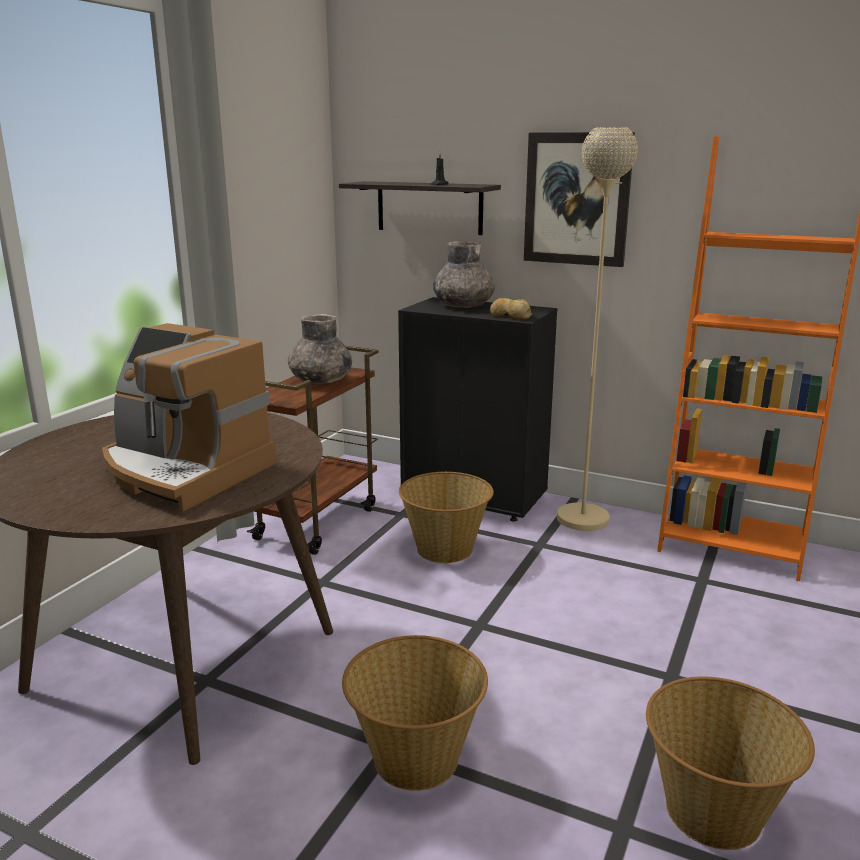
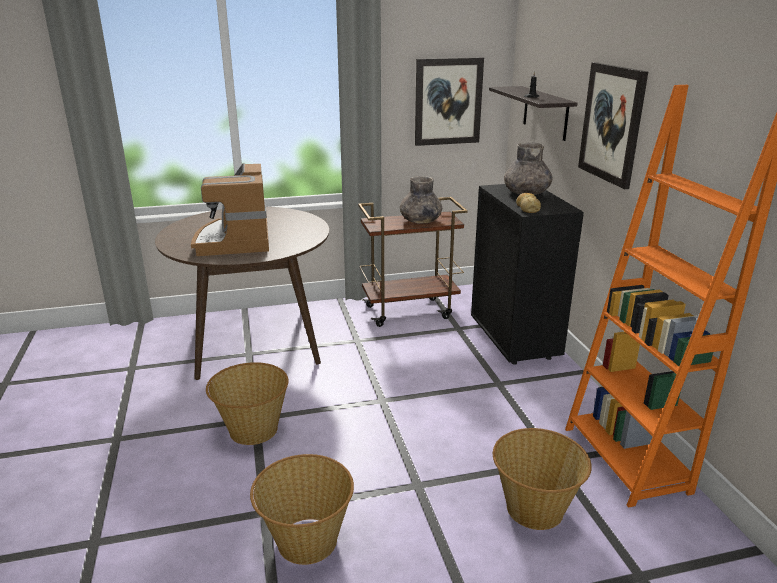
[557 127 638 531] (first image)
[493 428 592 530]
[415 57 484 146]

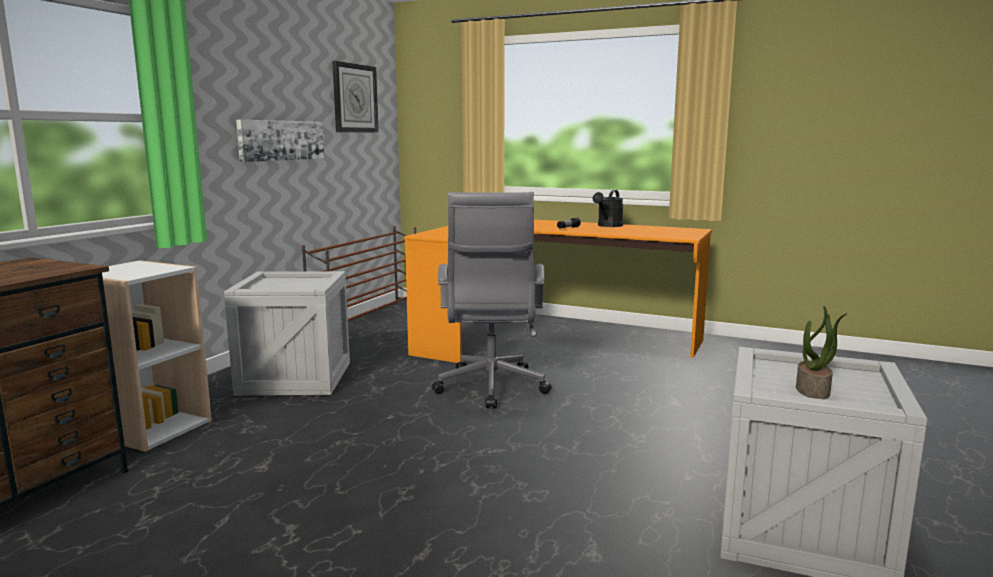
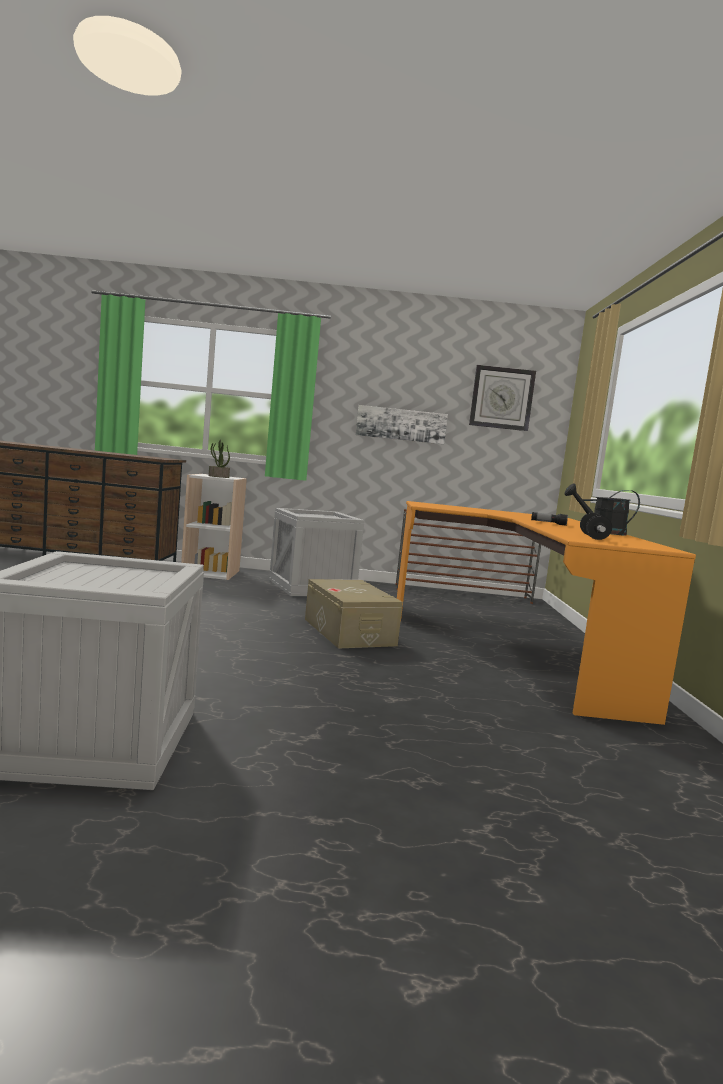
[305 579 403 649]
[208 439 230 478]
[580 513 612 540]

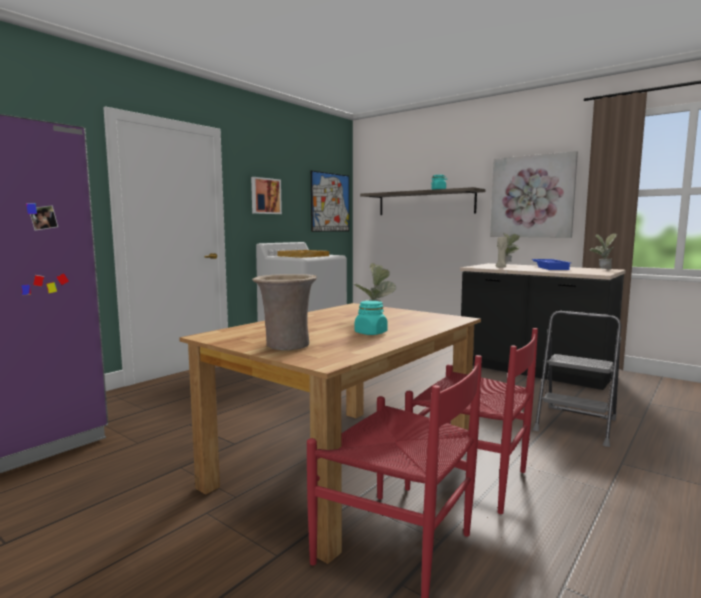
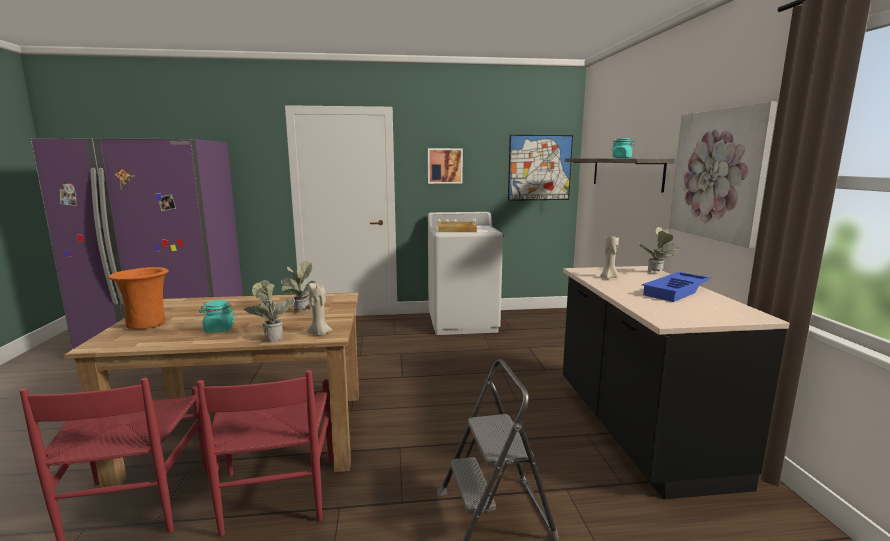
[244 280 295 342]
[108 267 169 329]
[306 283 333 336]

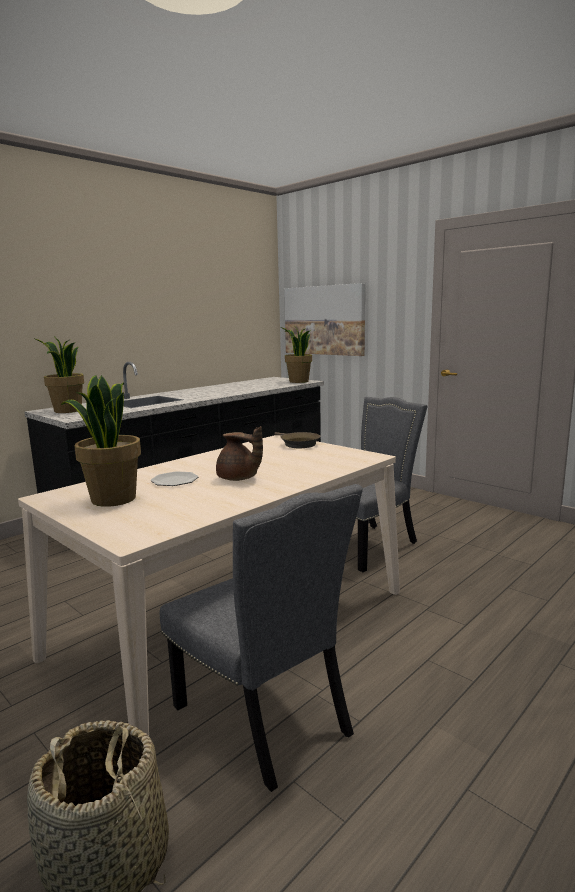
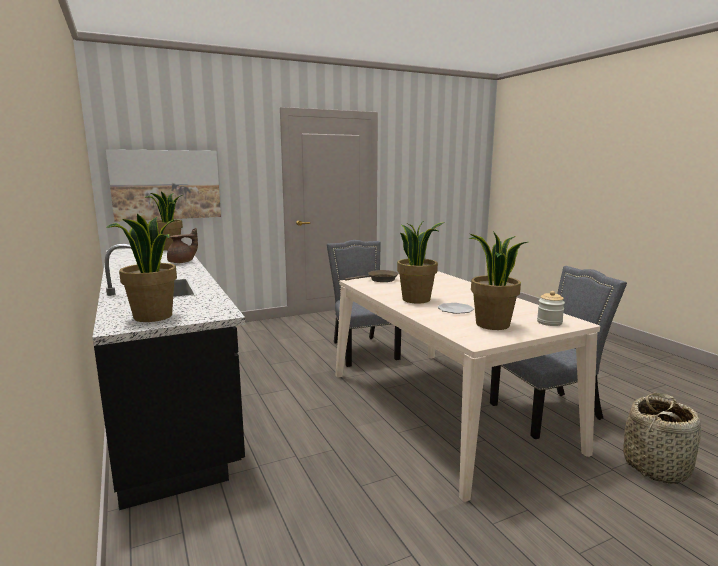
[167 228 198 263]
[397 220 445 303]
[537 291 565 326]

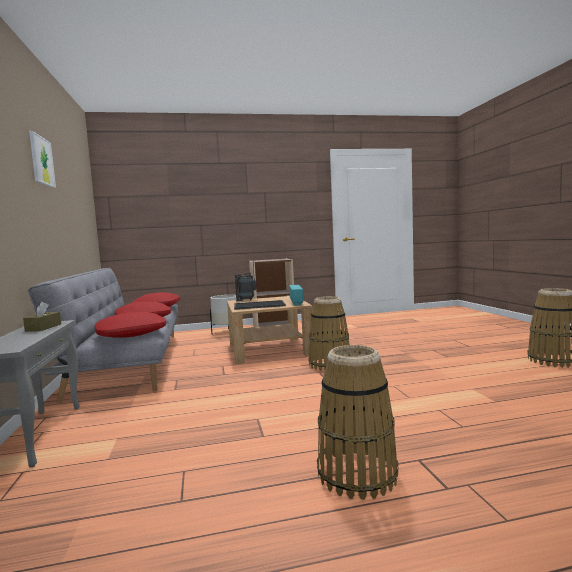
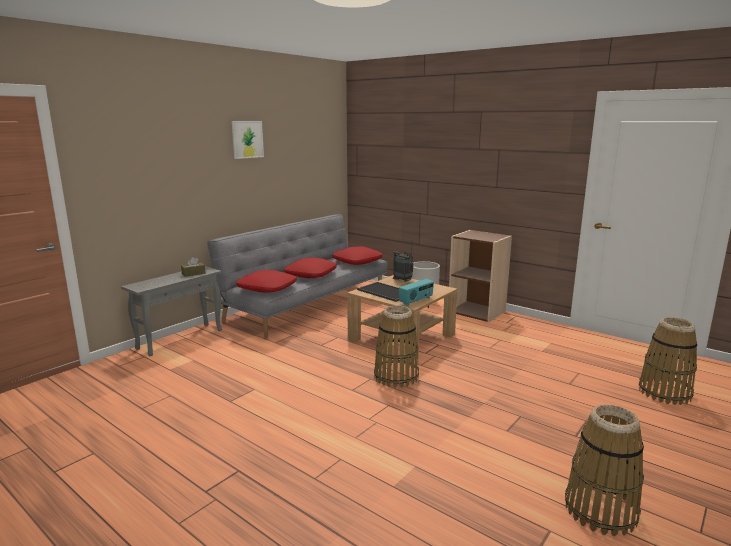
[638 317 697 405]

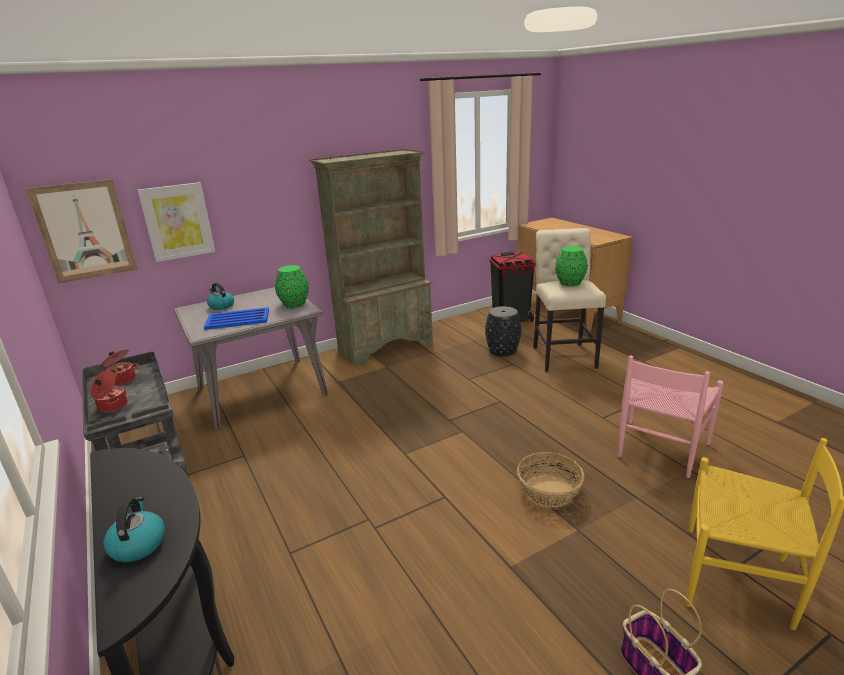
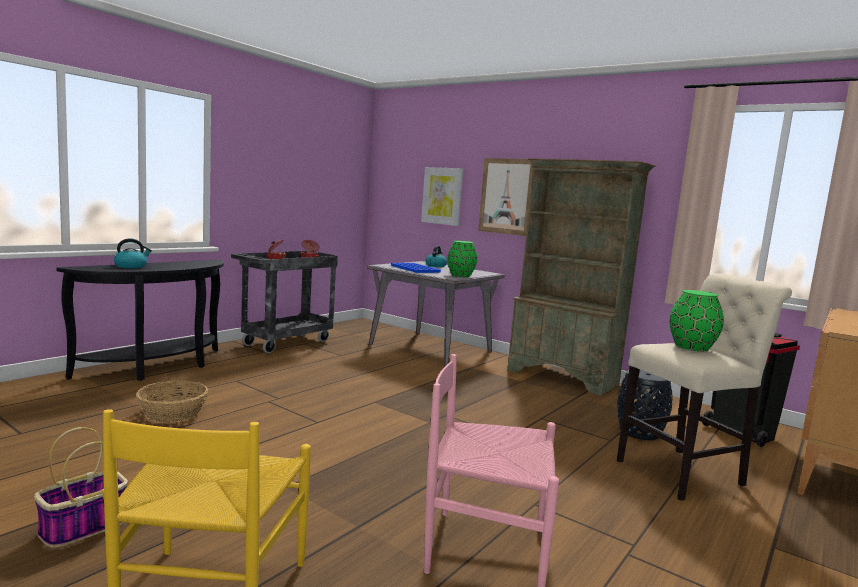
[478 158 533 236]
[136 380 208 423]

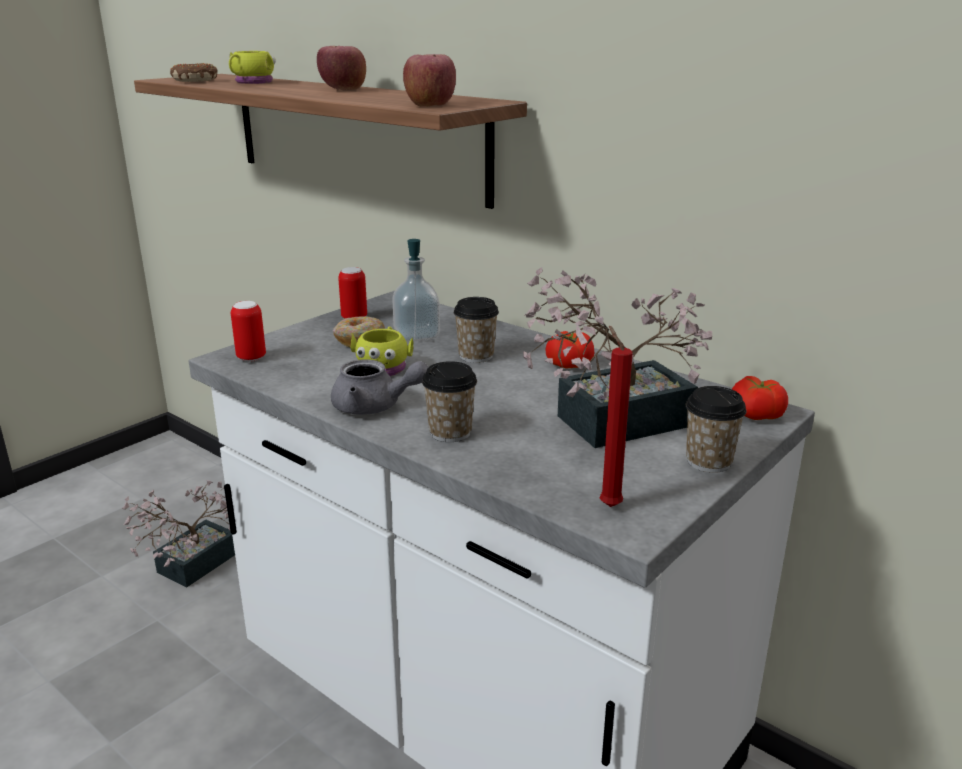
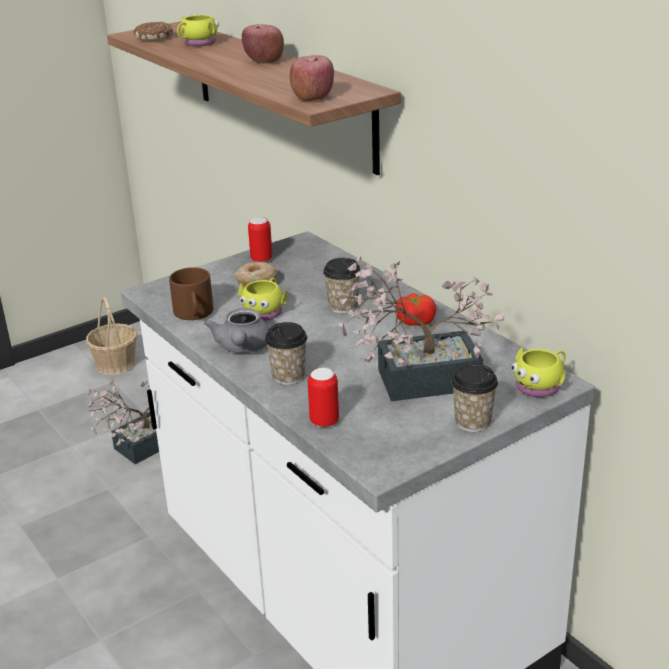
[392 239 440 342] (first image)
[308 368 339 427]
[600 326 633 507] (first image)
[204 308 269 353]
[511 347 566 397]
[169 267 213 320]
[86 296 137 375]

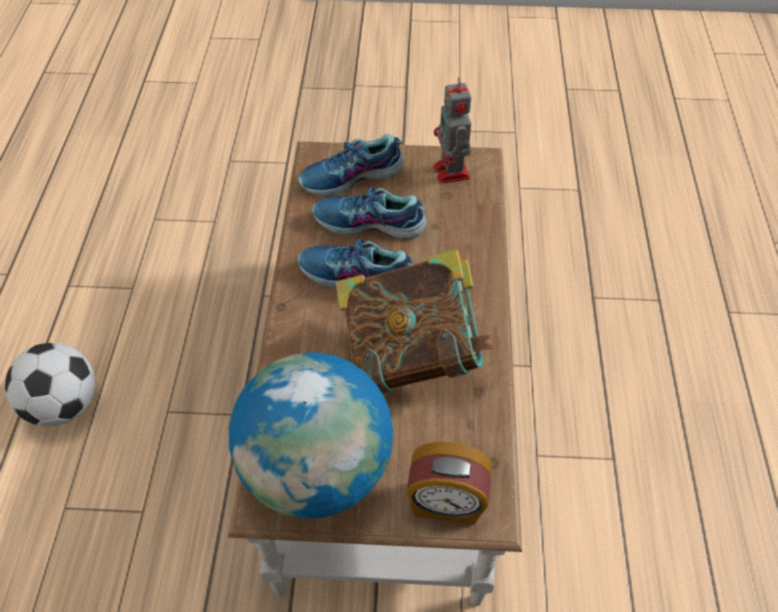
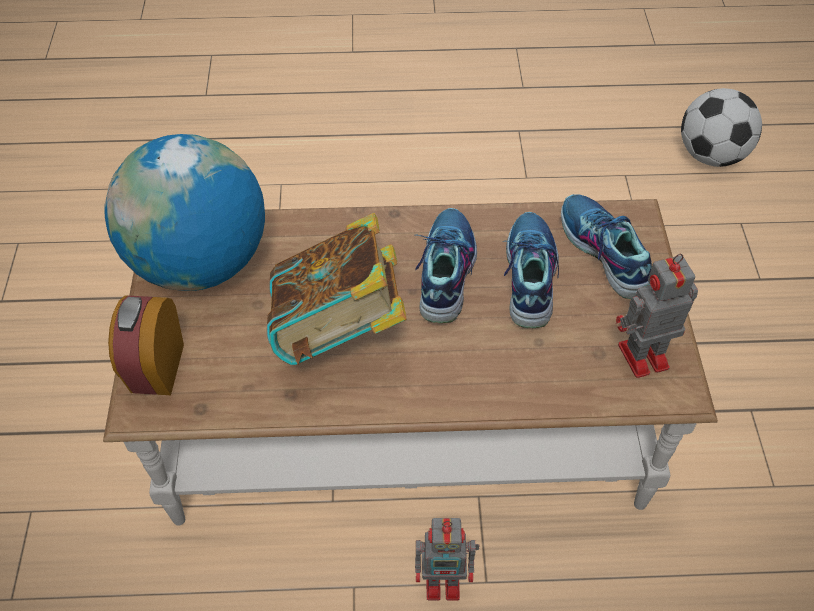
[681 88 762 167]
[415 518 480 600]

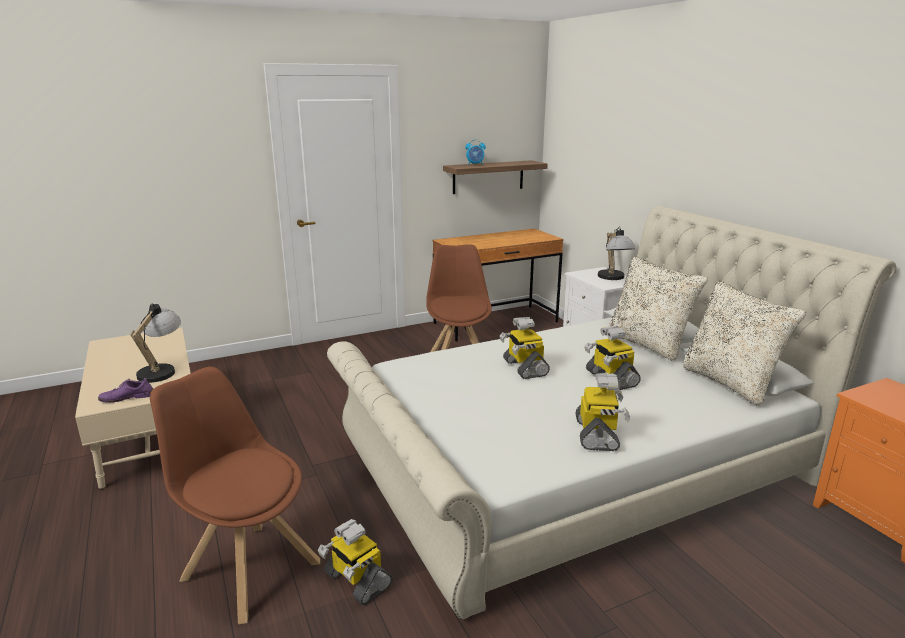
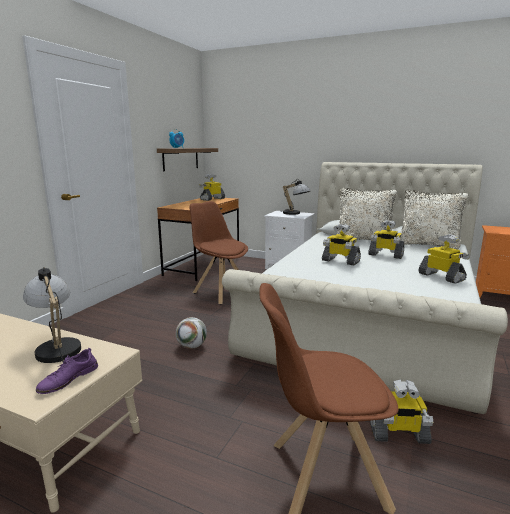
[199 174 225 201]
[176 317 207 349]

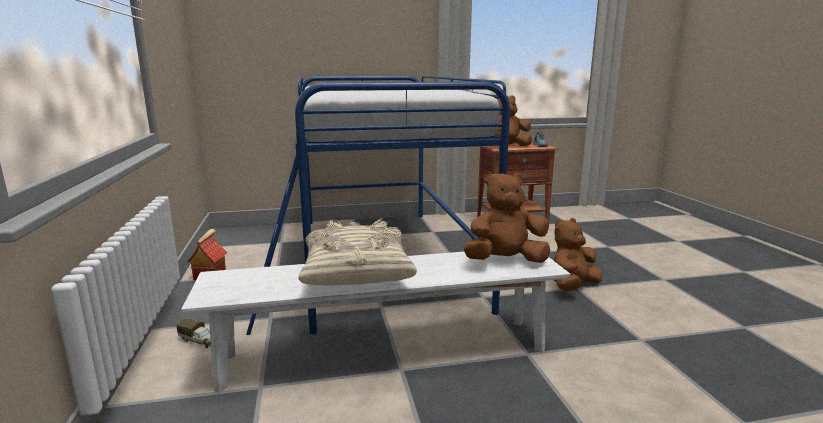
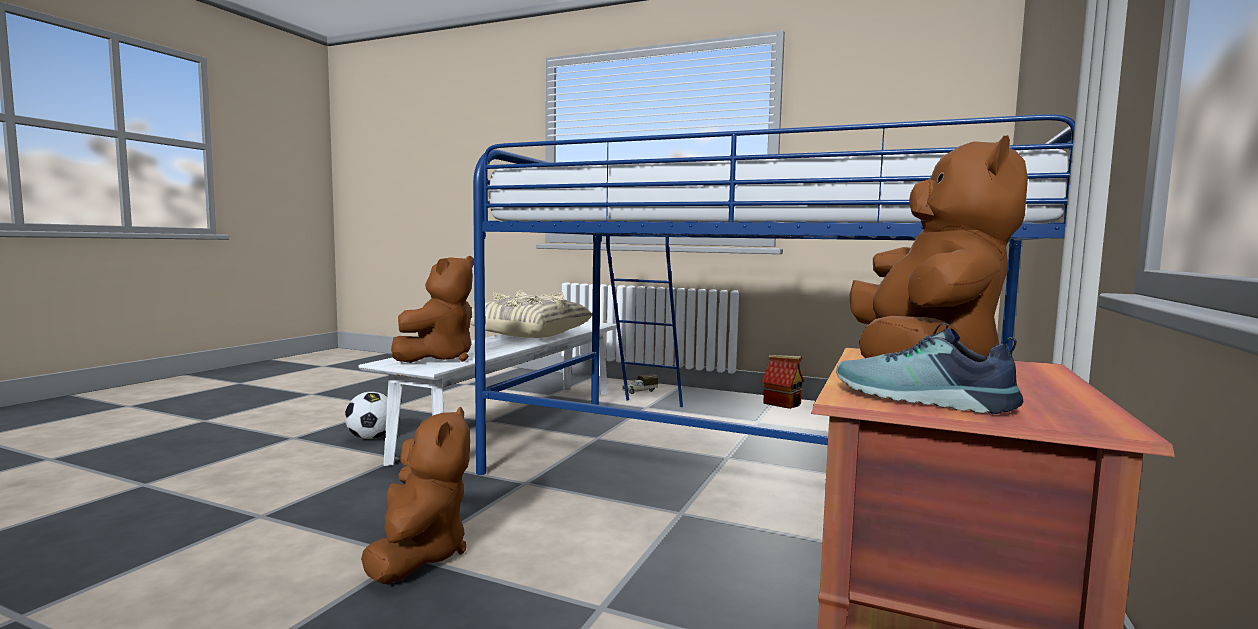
[345 392 387 439]

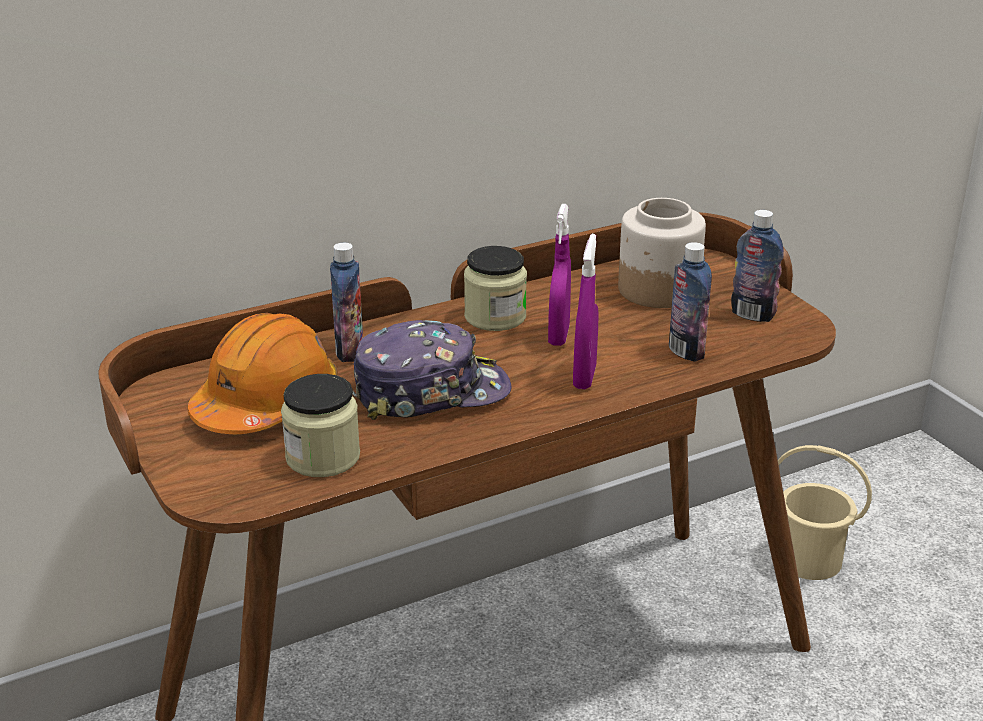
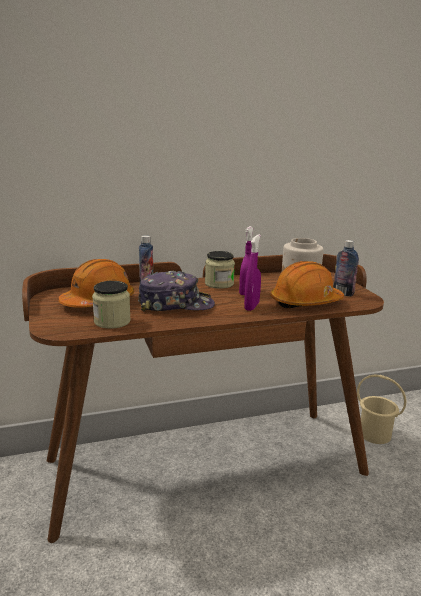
[271 261 344 309]

